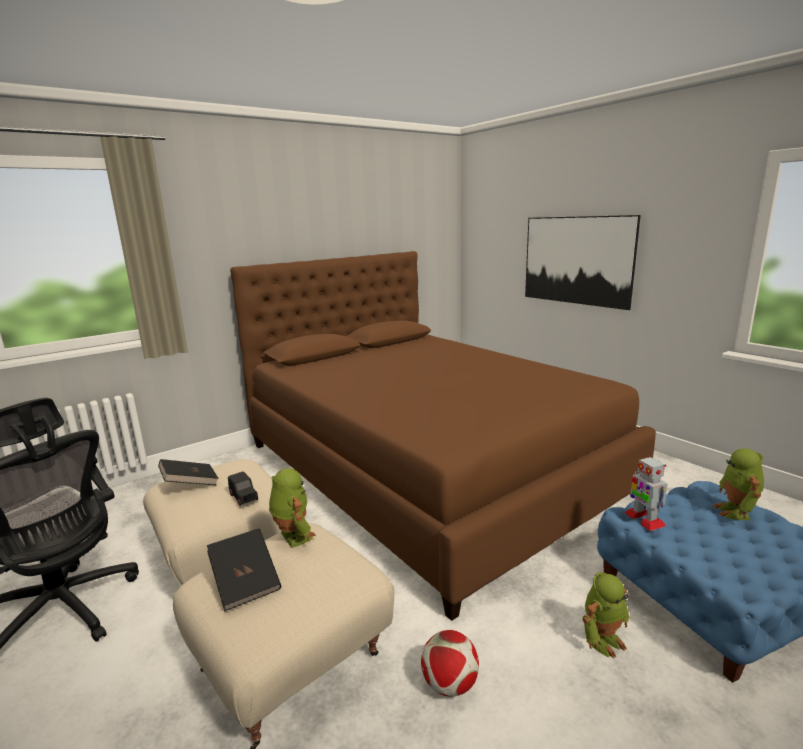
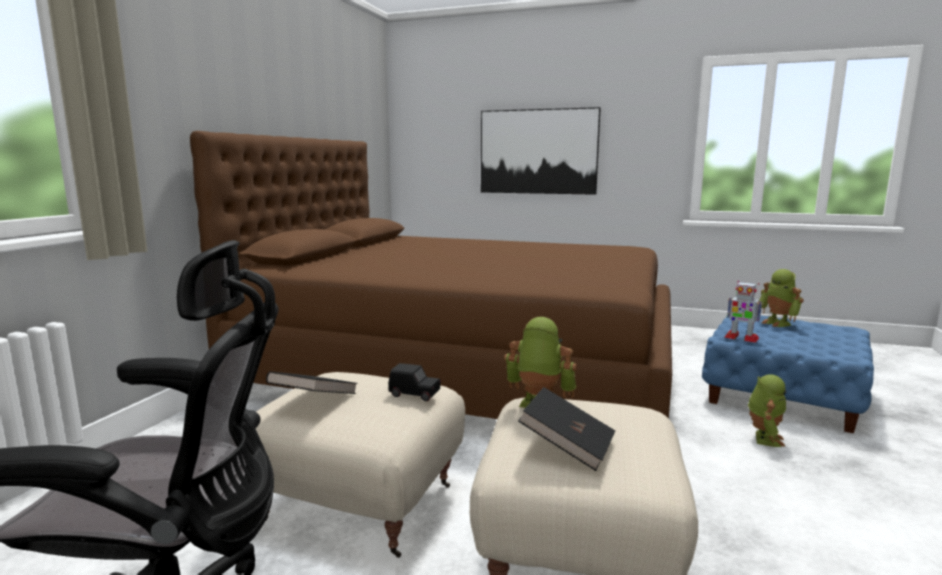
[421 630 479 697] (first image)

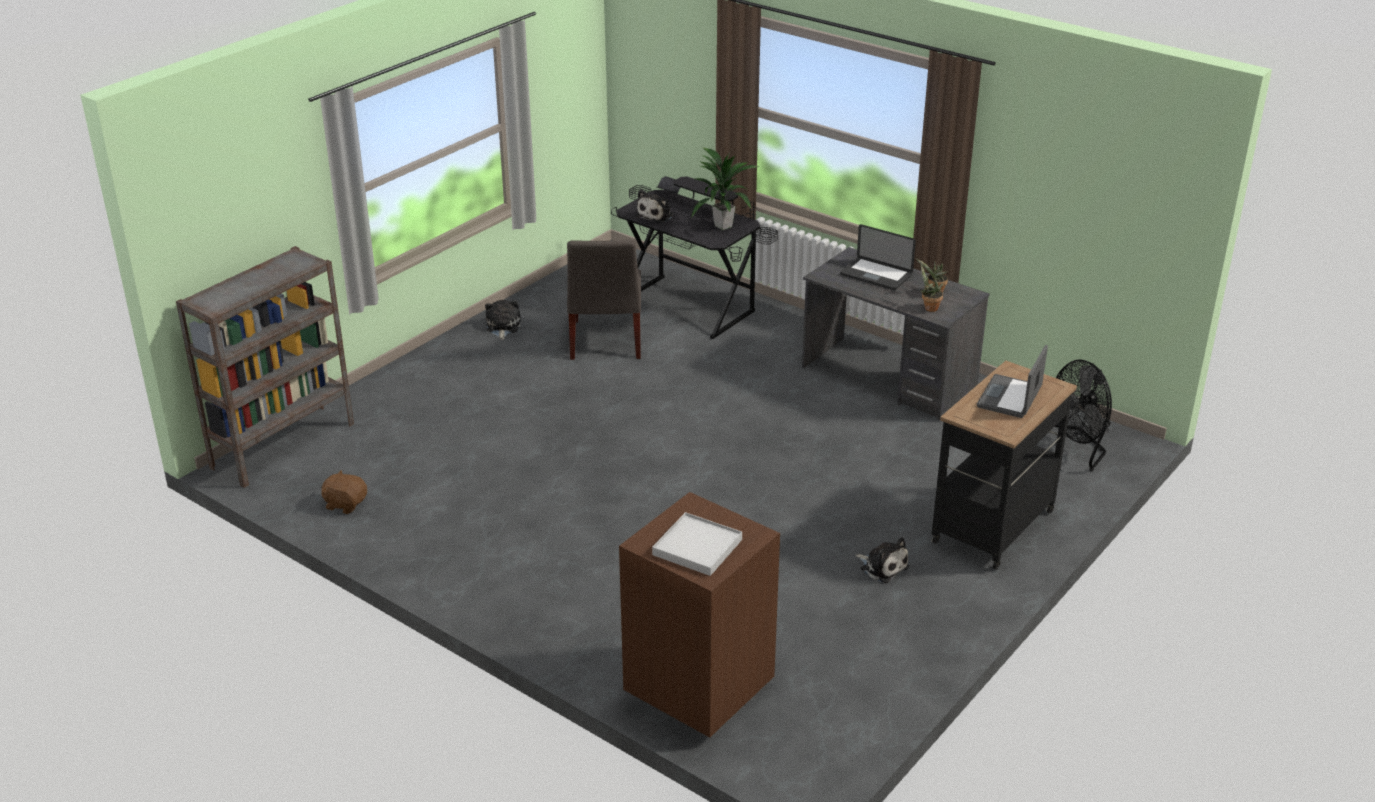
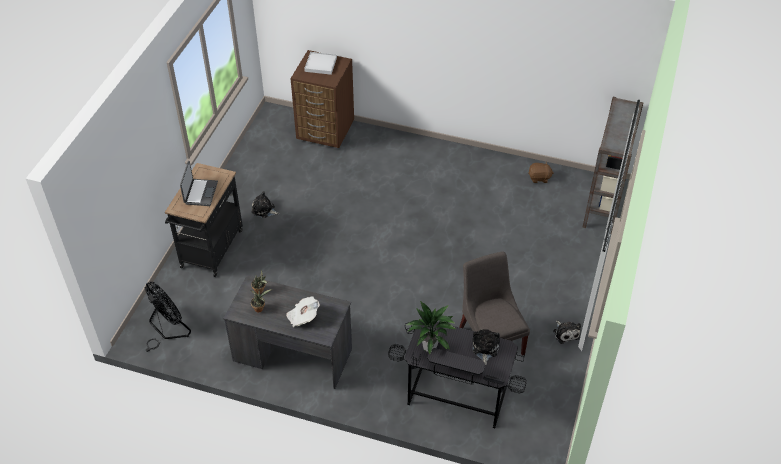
[286 296 320 327]

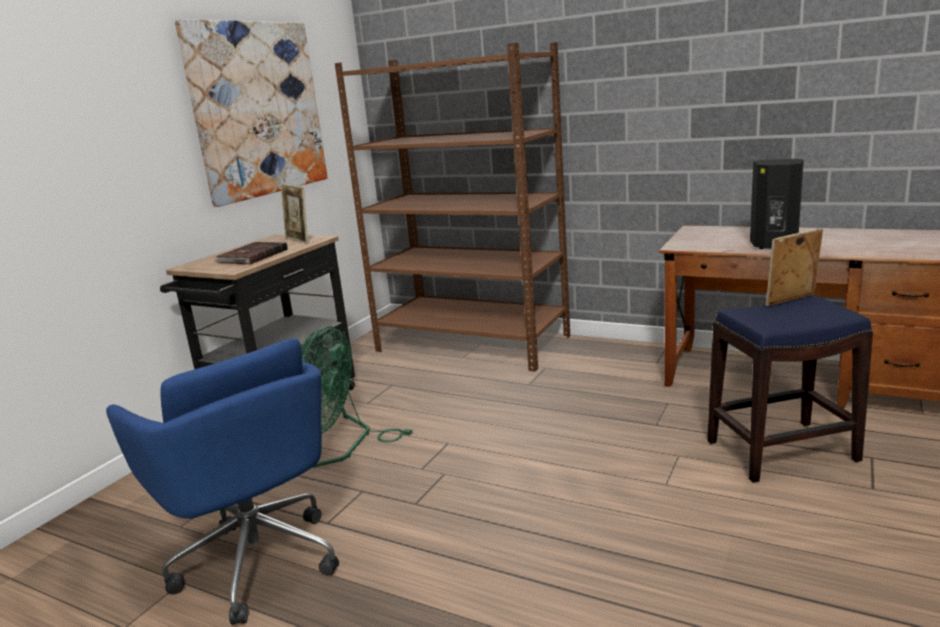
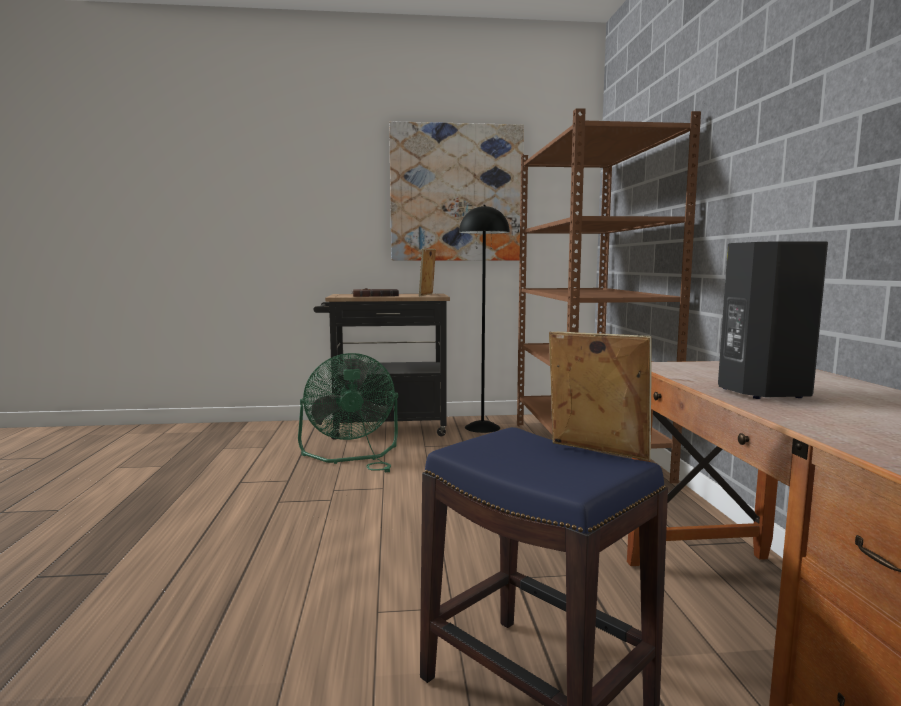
[106 338 339 625] (first image)
[459 205 510 433]

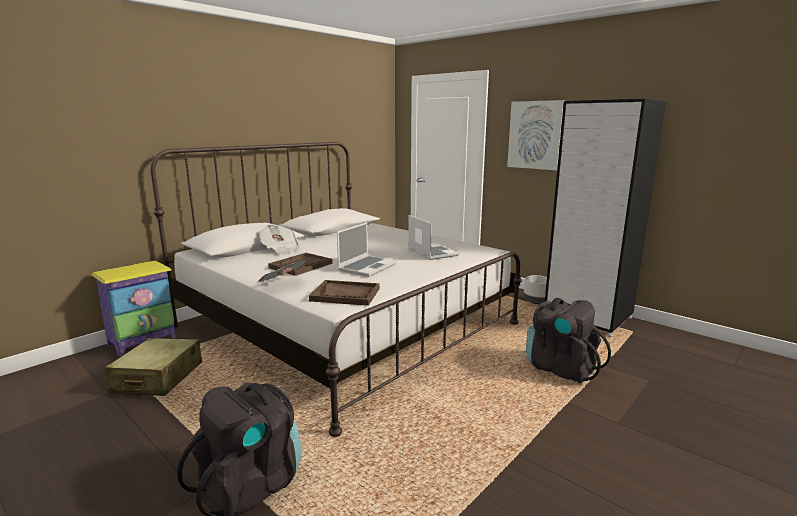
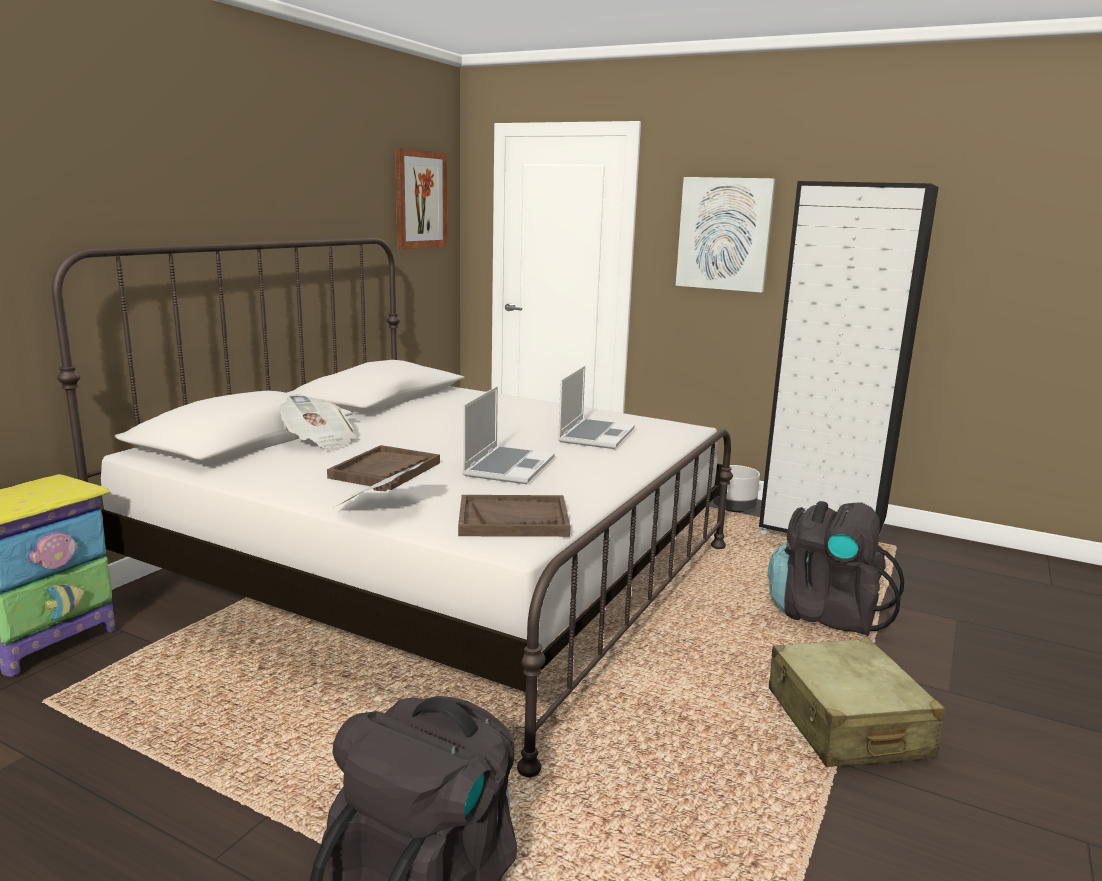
[558 366 635 449]
[769 638 945 767]
[395 148 447 249]

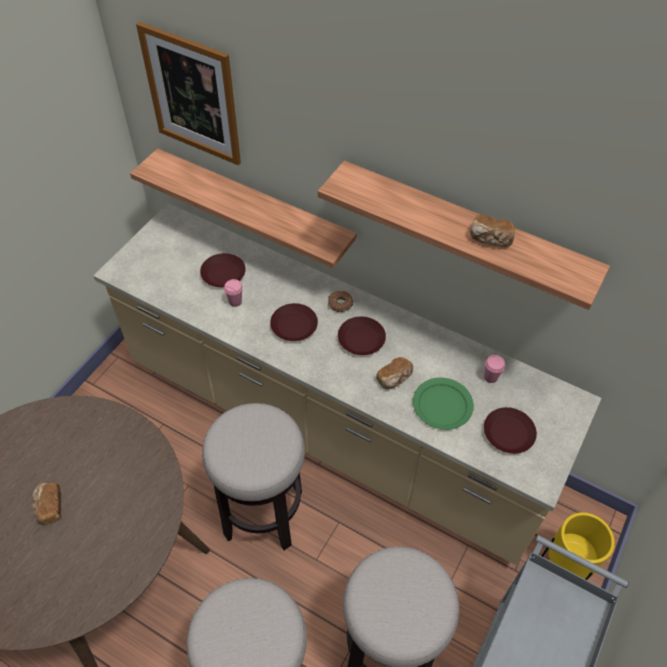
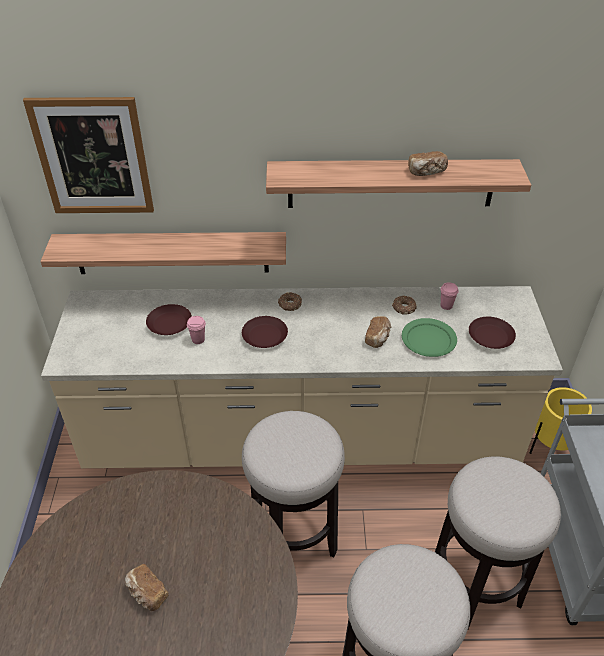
[338 317 386 355] (first image)
[392 296 417 314]

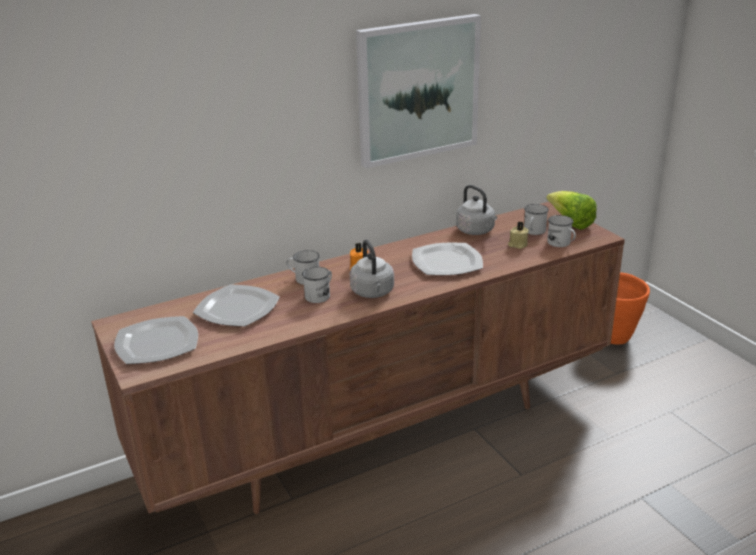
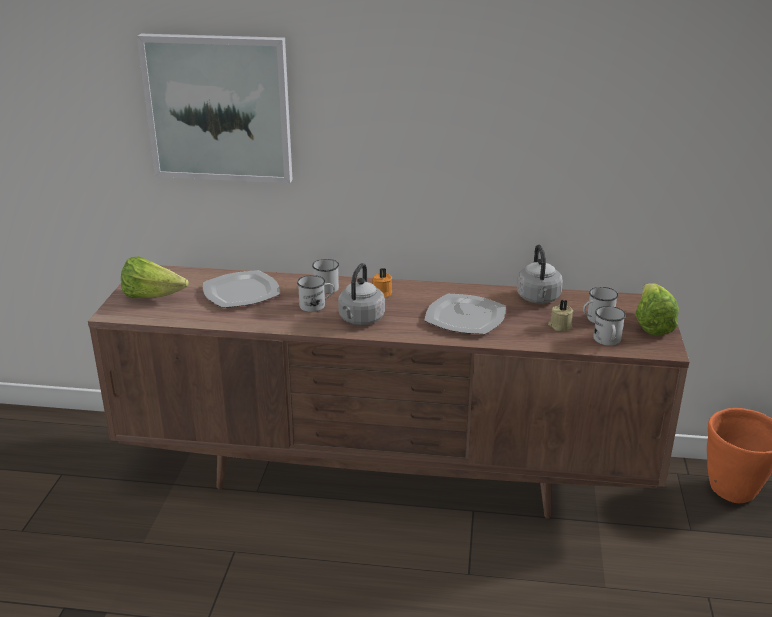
[137 34 293 183]
[121 256 189 298]

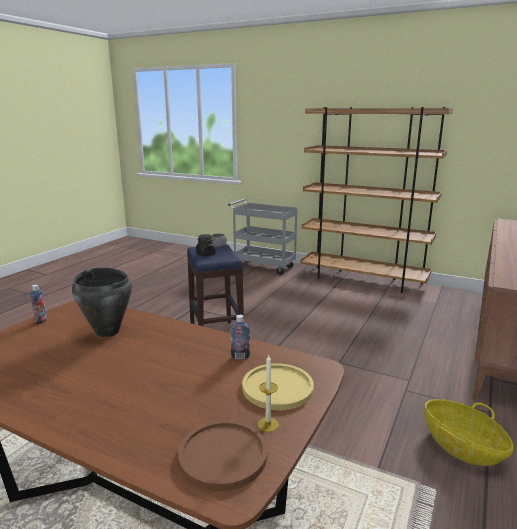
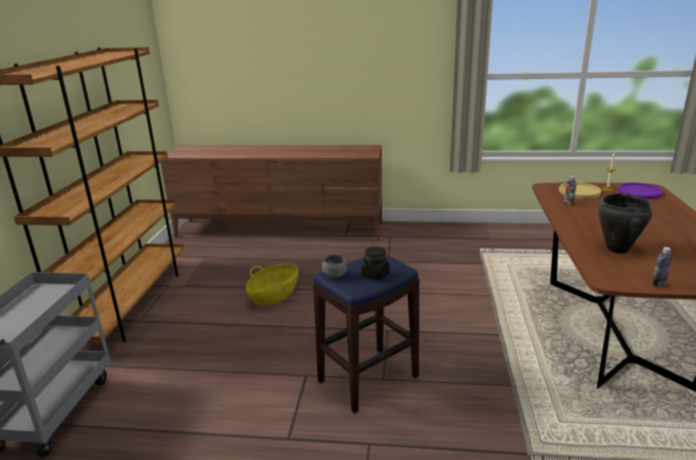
[246 264 298 305]
[618 183 663 199]

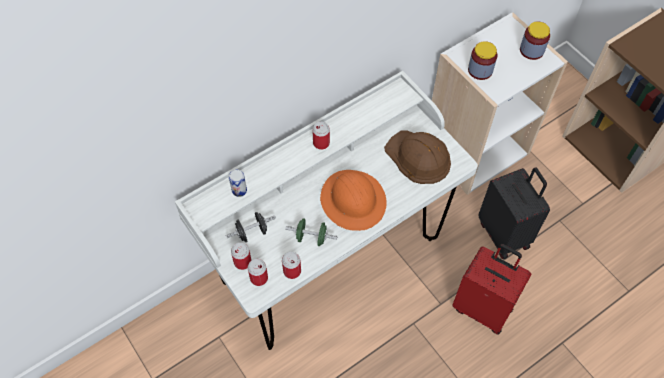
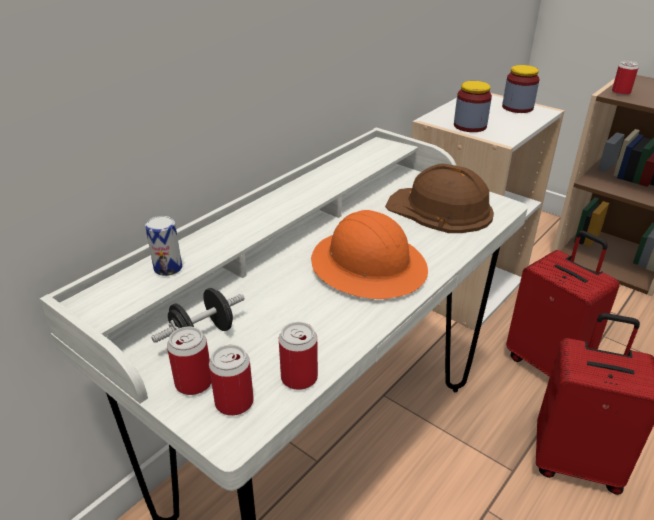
[612 61 638 95]
[506 231 620 377]
[285 219 337 246] (first image)

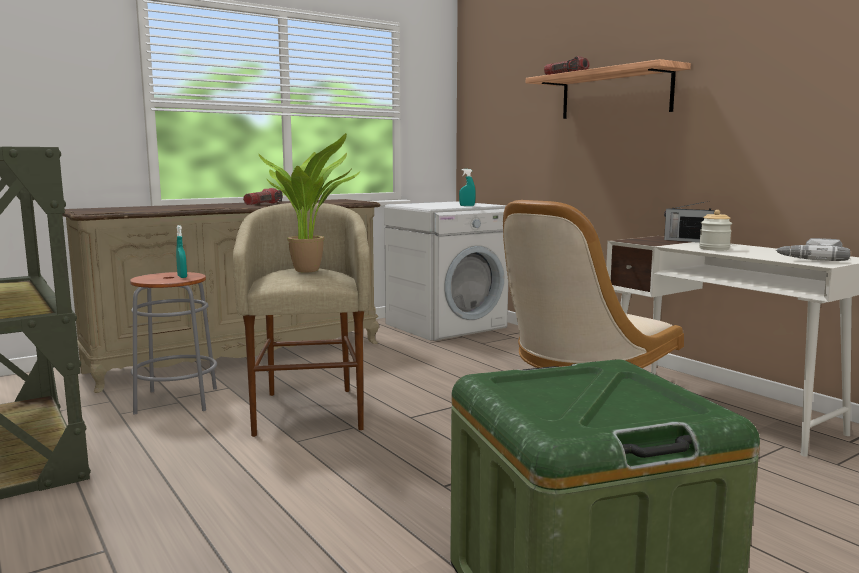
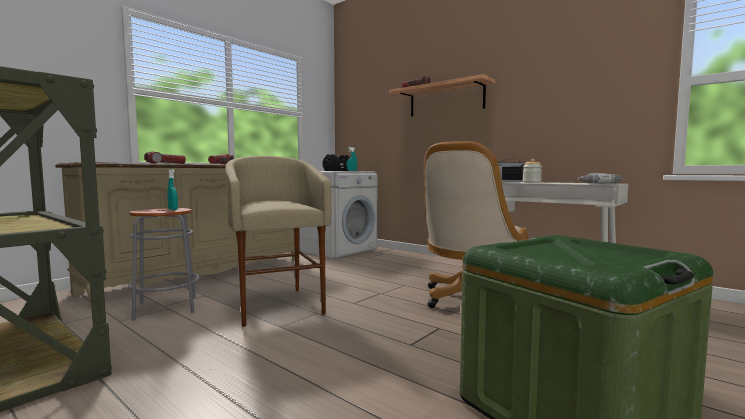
[259 133 360 273] (first image)
[144 151 186 164]
[323 154 350 171]

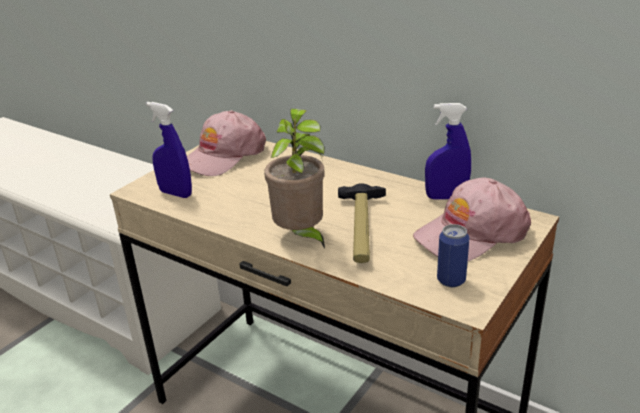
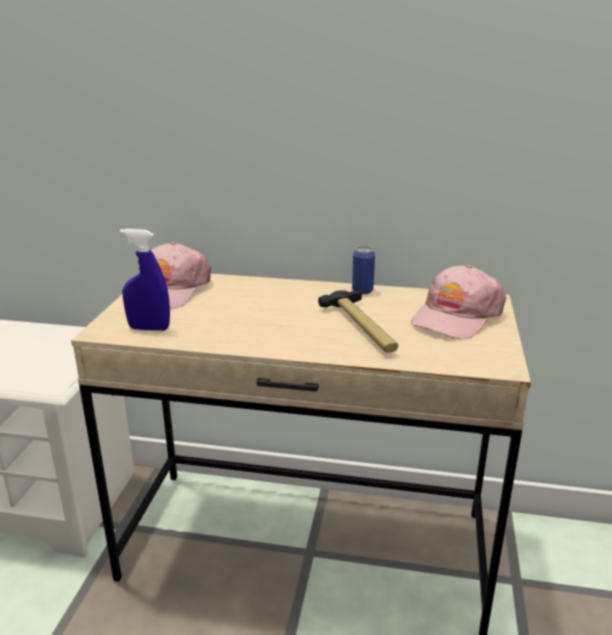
[425 103 471 200] (first image)
[264 109 325 249] (first image)
[352 246 375 295]

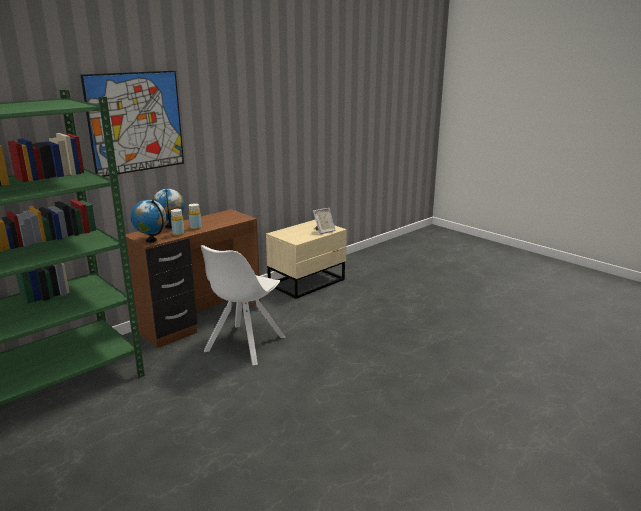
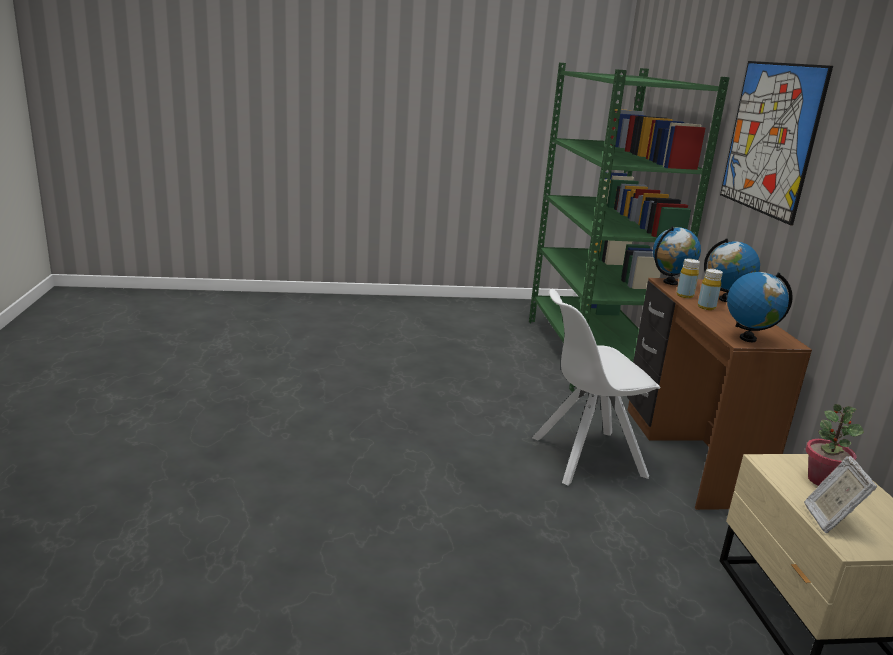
[532 289 660 485]
[727 272 793 342]
[806 404 864 486]

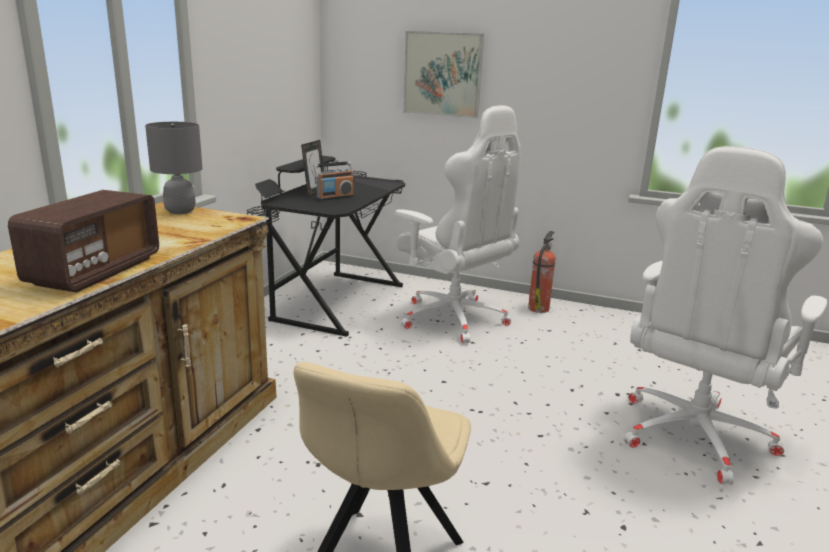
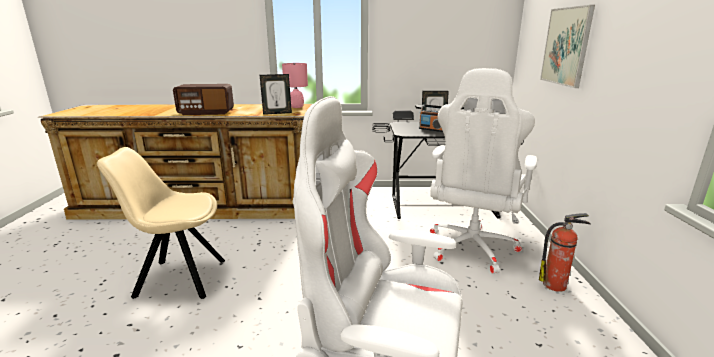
[282 63 308 108]
[260 74 292 115]

